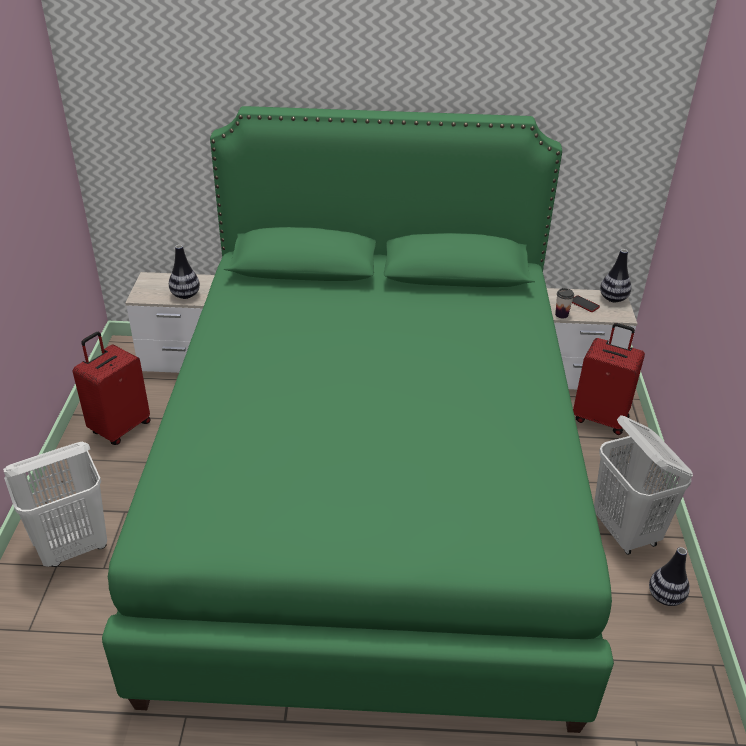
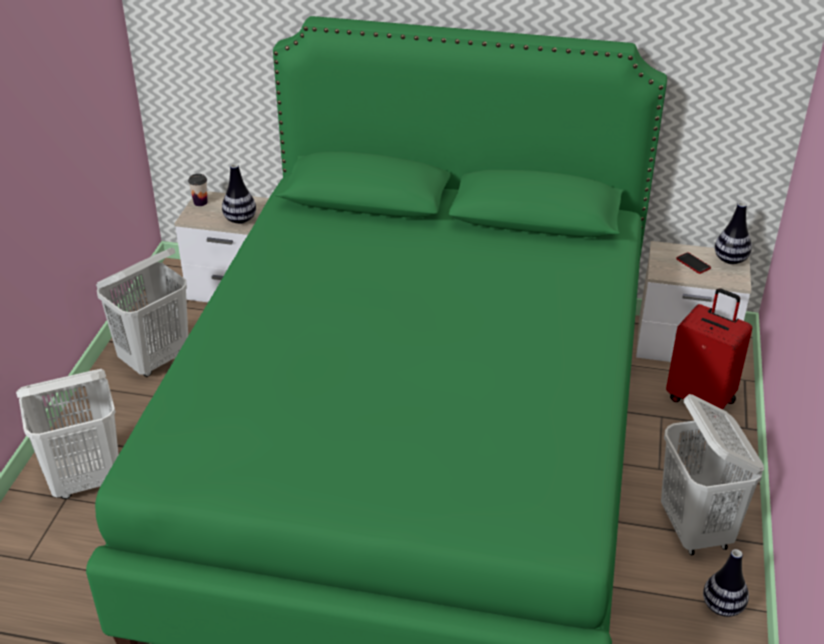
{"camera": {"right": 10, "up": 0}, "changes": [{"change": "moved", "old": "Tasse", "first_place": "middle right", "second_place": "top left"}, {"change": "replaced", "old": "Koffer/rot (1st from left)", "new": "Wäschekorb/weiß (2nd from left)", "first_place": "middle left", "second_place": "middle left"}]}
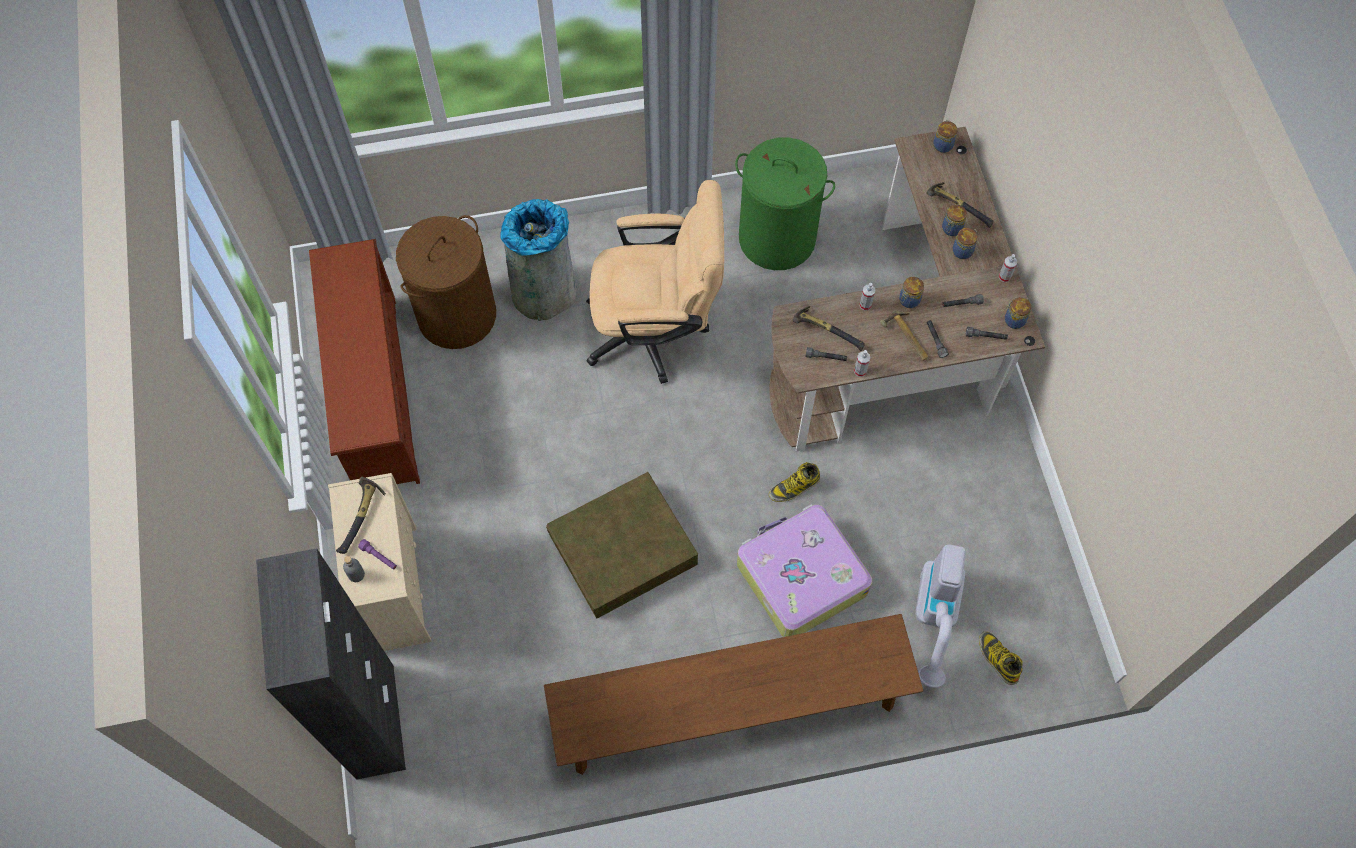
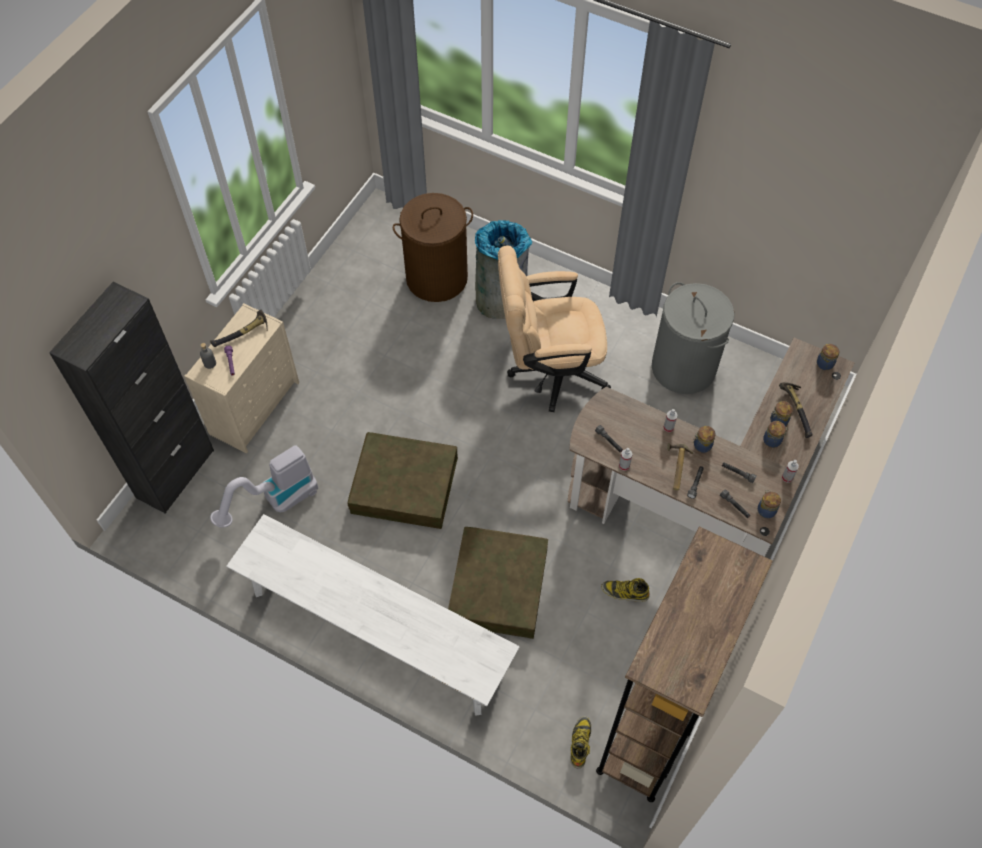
{"camera": {"right": 40, "up": -5}, "changes": [{"change": "recoloured", "old": "Wäschekorb/grün", "new": "Wäschekorb/grau", "first_place": "top centre", "second_place": "middle right"}, {"change": "turned", "old": "Bürostuhl/beige", "first_place": "top centre", "second_place": "centre", "degrees": 135}, {"change": "removed", "old": "Schuhregal/braun", "first_place": "middle left"}, {"change": "removed", "old": "Hammer (2nd from left)", "first_place": "centre"}, {"change": "moved", "old": "Stiefel (1st from left in the first image)", "new": "Stiefel (2nd from left)", "first_place": "centre", "second_place": "bottom centre"}, {"change": "replaced", "old": "Koffer", "new": "Aufbewahrungsbox/braun (2nd from left)", "first_place": "bottom centre", "second_place": "bottom centre"}, {"change": "moved", "old": "Staubsauger", "first_place": "bottom right", "second_place": "middle left"}, {"change": "recoloured", "old": "Bank/braun", "new": "Bank/weiß", "first_place": "bottom centre", "second_place": "bottom centre"}, {"change": "added", "new": "Bücherregal/braun", "second_place": "bottom right"}]}
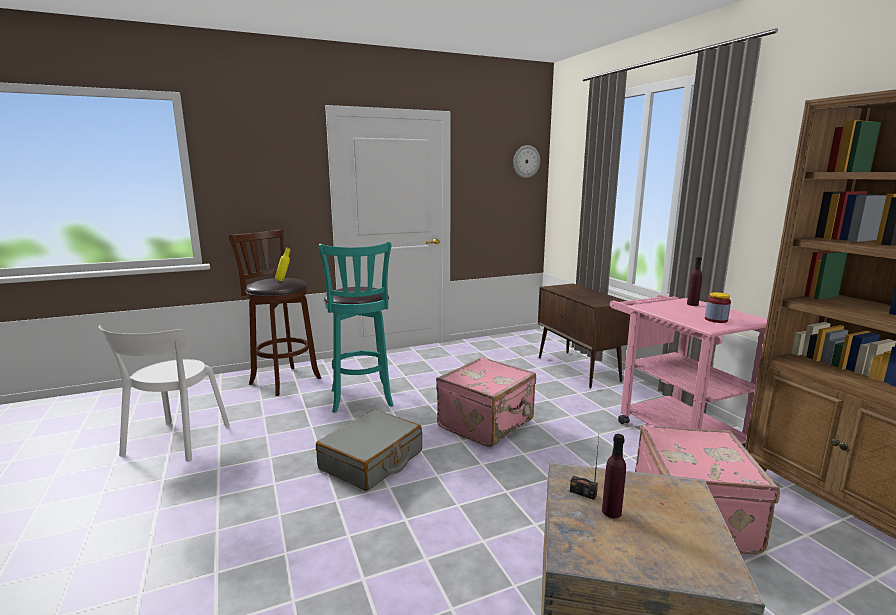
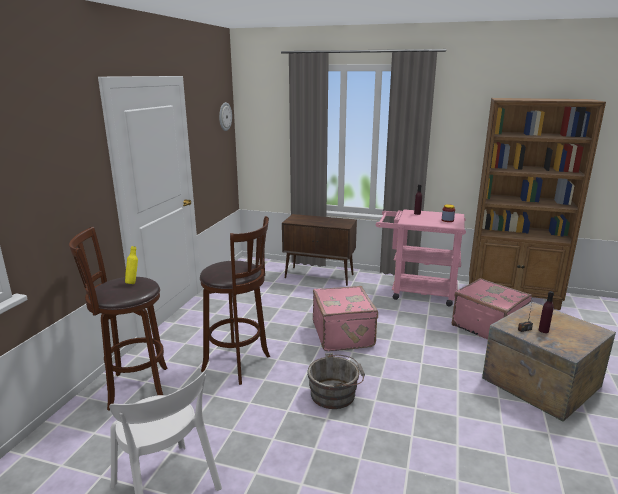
{"camera": {"right": -50, "up": 5}, "changes": [{"change": "recoloured", "old": "Hocker/türkis", "new": "Hocker/braun (2nd from left)", "first_place": "centre", "second_place": "centre"}, {"change": "replaced", "old": "Koffer/grau", "new": "Eimer/grau", "first_place": "bottom centre", "second_place": "bottom centre"}]}
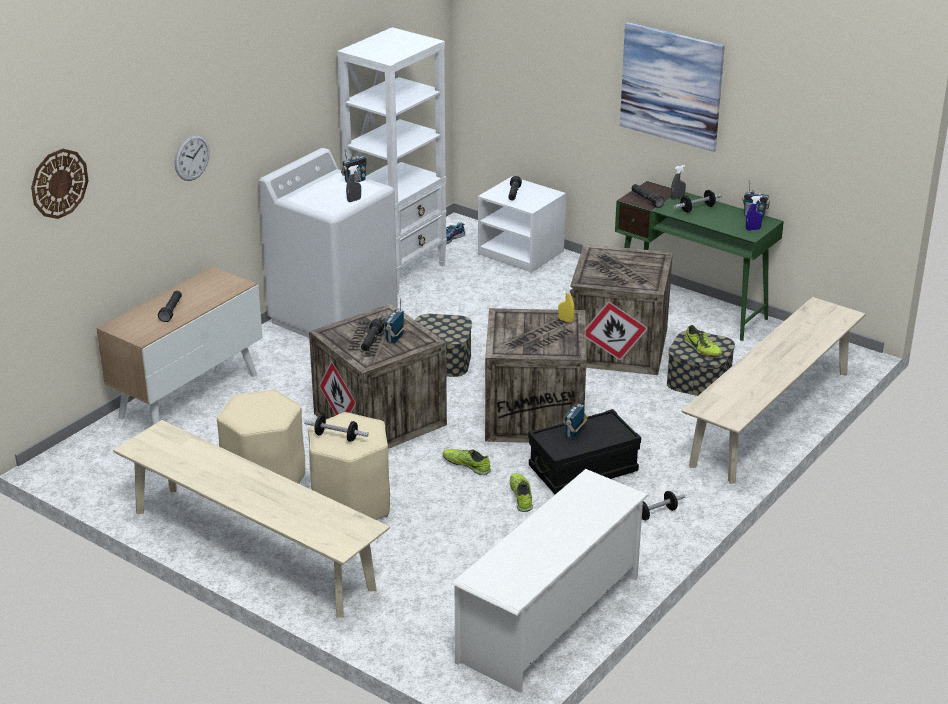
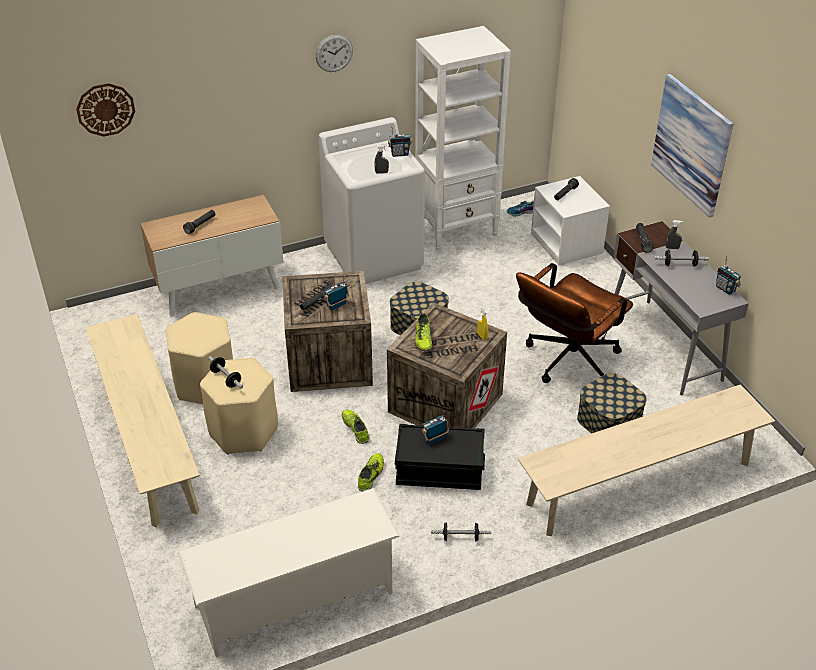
{"camera": {"right": 30, "up": 10}, "changes": [{"change": "moved", "old": "Wanduhr (2nd from left)", "first_place": "top left", "second_place": "top centre"}, {"change": "recoloured", "old": "Schreibtisch/grün", "new": "Schreibtisch/grau", "first_place": "middle right", "second_place": "middle right"}, {"change": "removed", "old": "Sprühflasche/blau", "first_place": "top right"}, {"change": "replaced", "old": "Kiste (3rd from left)", "new": "Bürostuhl/braun", "first_place": "centre", "second_place": "middle right"}, {"change": "moved", "old": "Schuh (4th from left in the first image)", "new": "Schuh (3rd from left)", "first_place": "middle right", "second_place": "centre"}]}
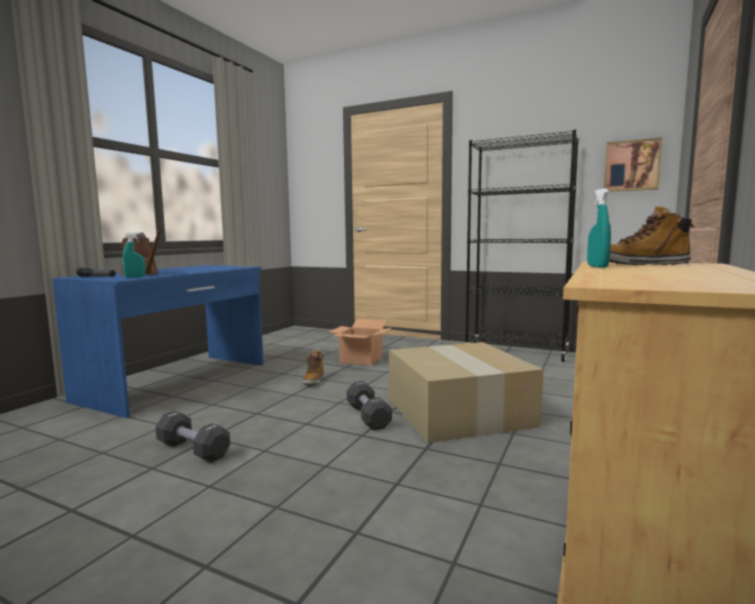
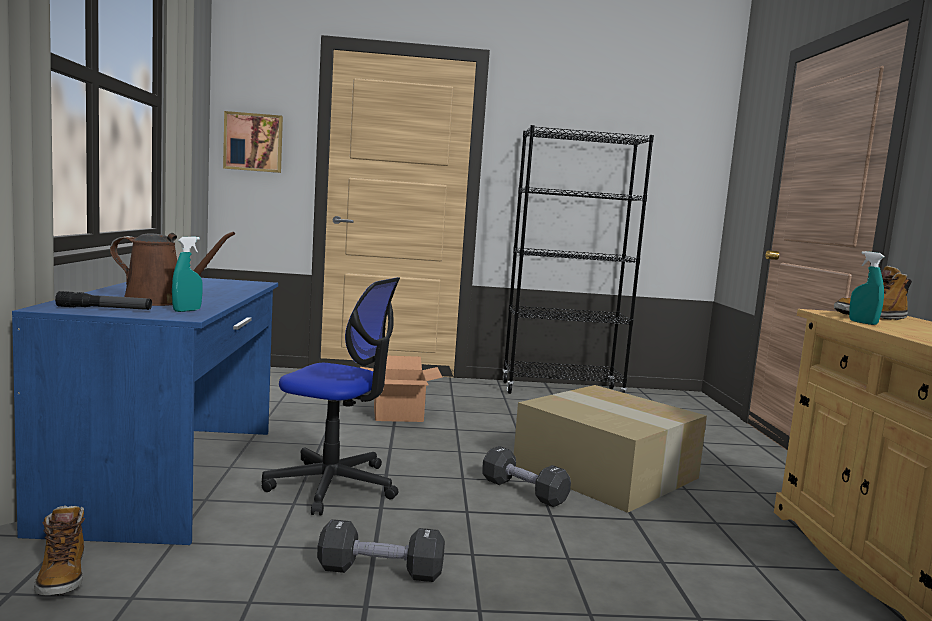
{"camera": {"right": -30, "up": 0}, "changes": [{"change": "moved", "old": "Bild", "first_place": "top right", "second_place": "top left"}, {"change": "moved", "old": "Stiefel (1st from left)", "first_place": "centre", "second_place": "bottom left"}, {"change": "added", "new": "Bürostuhl", "second_place": "centre"}]}
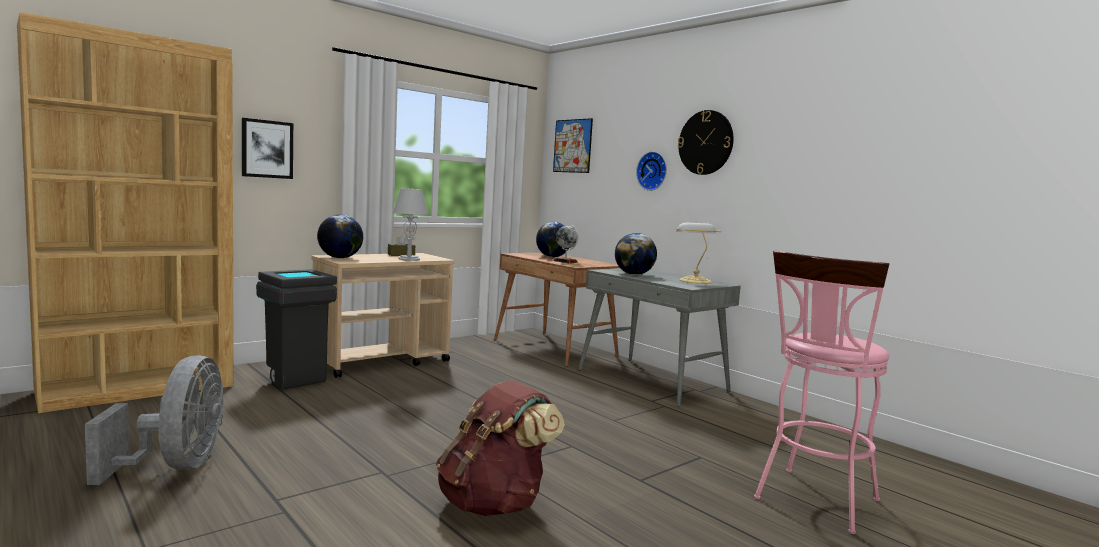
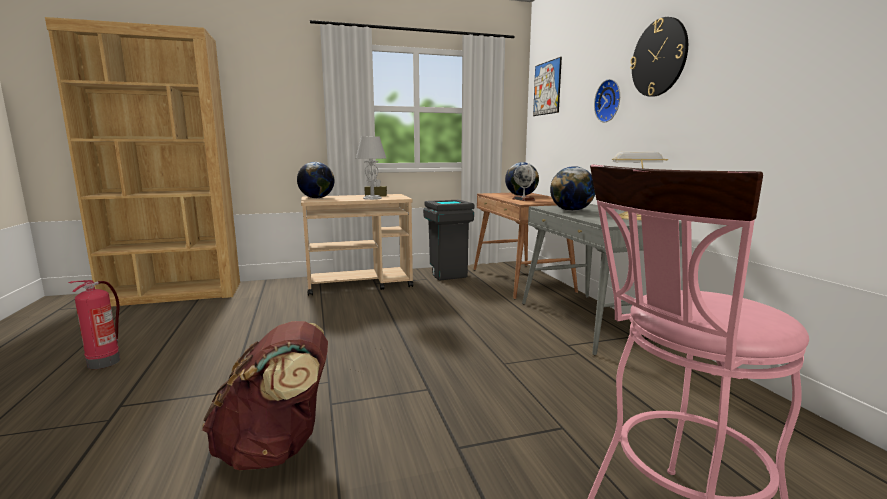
{"camera": {"right": 25, "up": 5}, "changes": [{"change": "removed", "old": "Bild (1st from left)", "first_place": "top left"}, {"change": "moved", "old": "Mülleimer/grau", "first_place": "middle left", "second_place": "centre"}, {"change": "replaced", "old": "Ventilator/grau", "new": "Feuerlöscher", "first_place": "bottom left", "second_place": "middle left"}]}
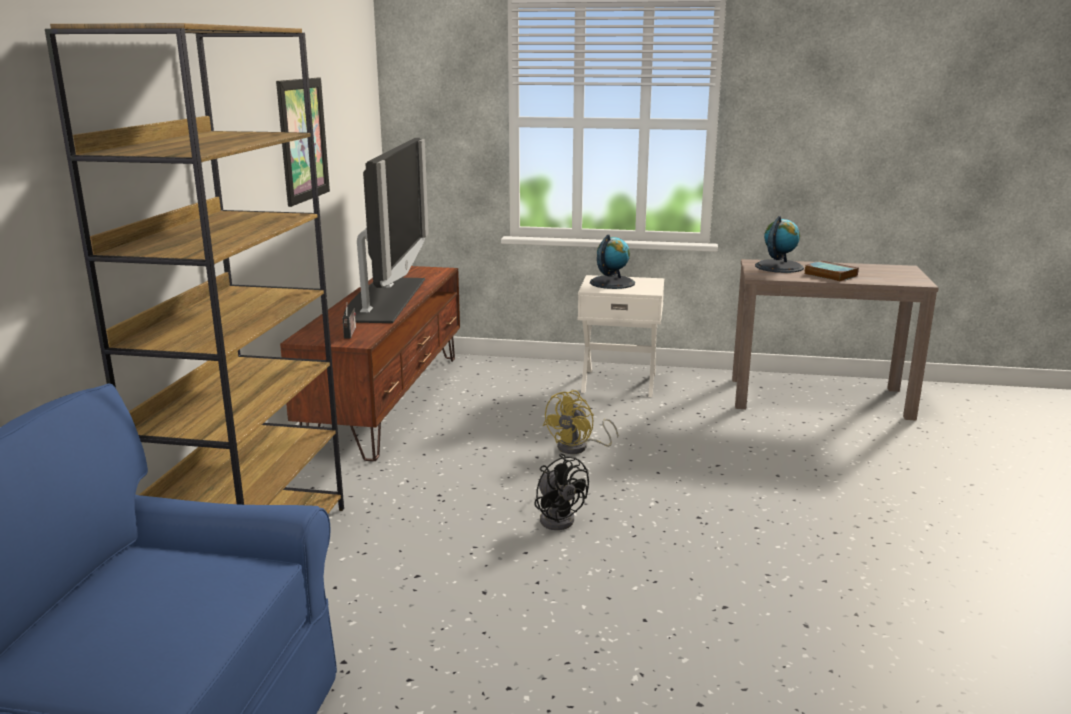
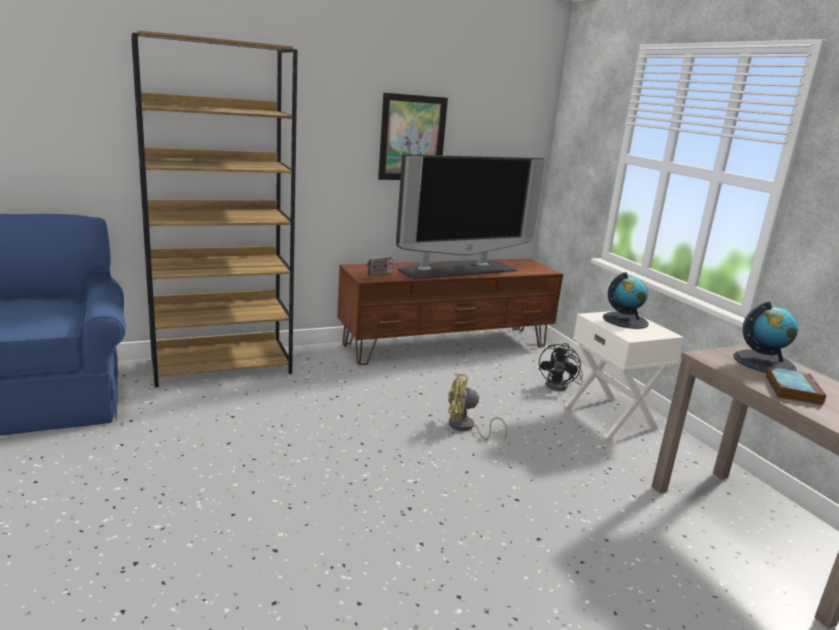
{"camera": {"right": 55, "up": 0}, "changes": [{"change": "moved", "old": "Ventilator/schwarz", "first_place": "bottom centre", "second_place": "middle right"}]}
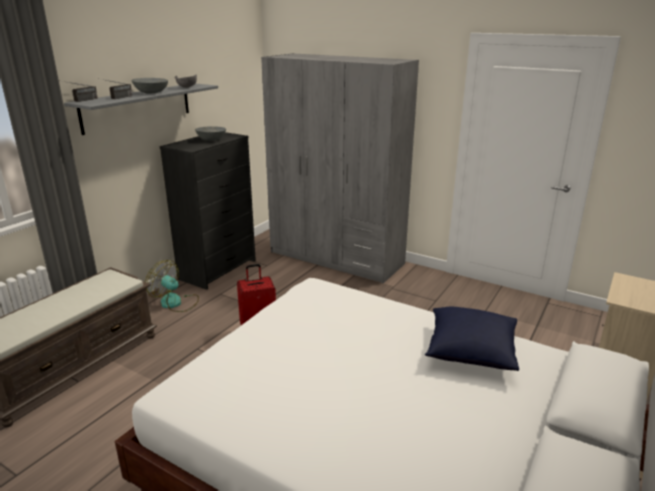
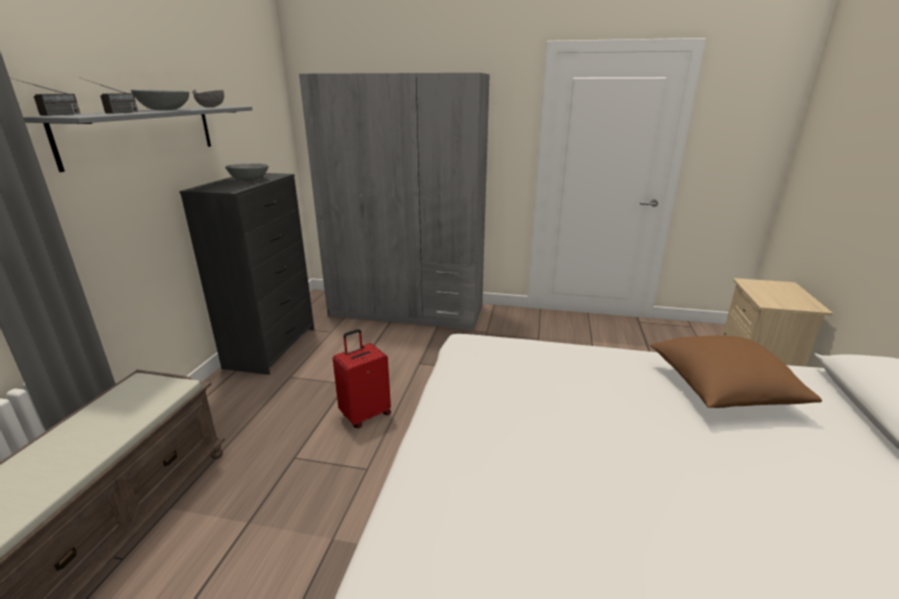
{"camera": {"right": -20, "up": 0}, "changes": [{"change": "removed", "old": "Ventilator", "first_place": "middle left"}, {"change": "recoloured", "old": "Kissen/blau", "new": "Kissen/braun", "first_place": "bottom right", "second_place": "middle right"}]}
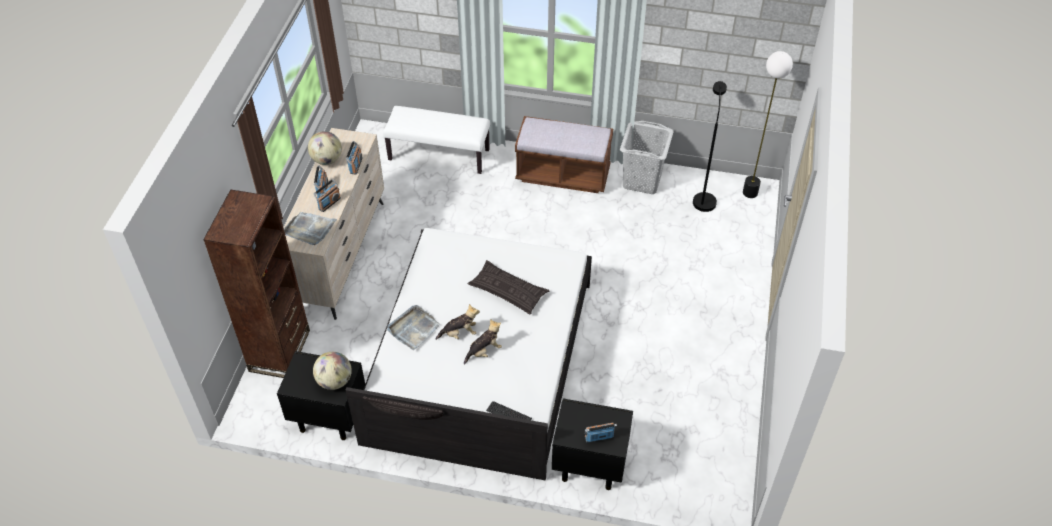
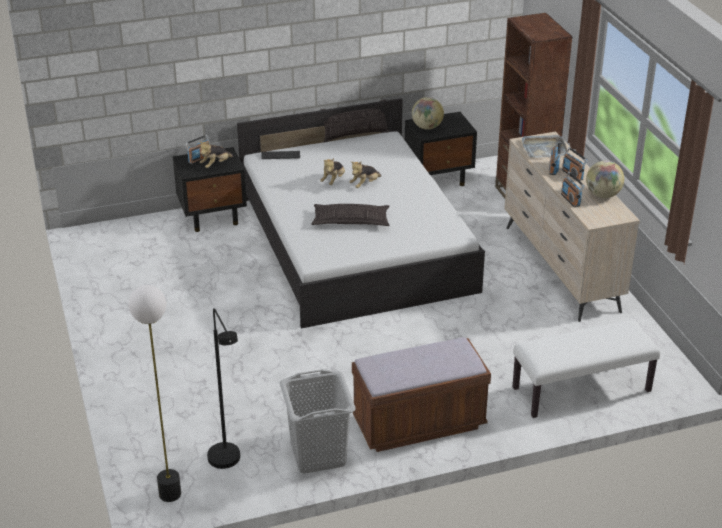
{"camera": {"right": 150, "up": -15}, "changes": [{"change": "removed", "old": "Tablett/grau (2nd from left)", "first_place": "centre"}, {"change": "added", "new": "Plüschtier (1st from left)", "second_place": "top left"}]}
